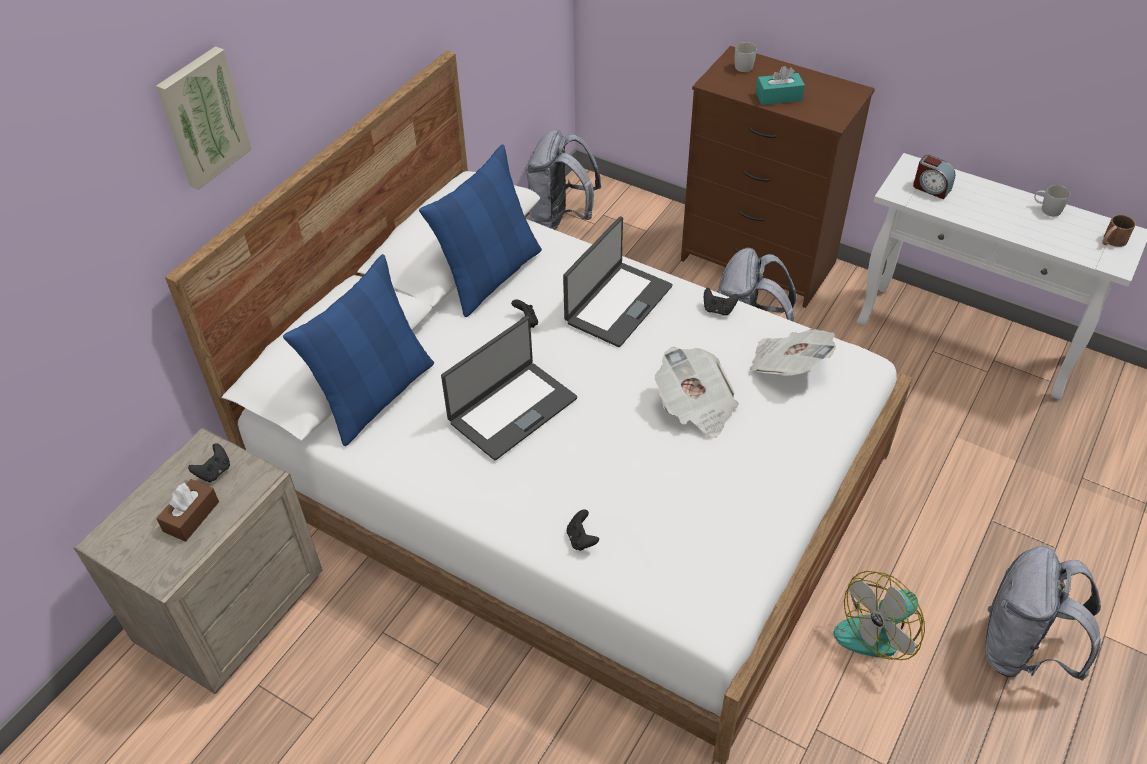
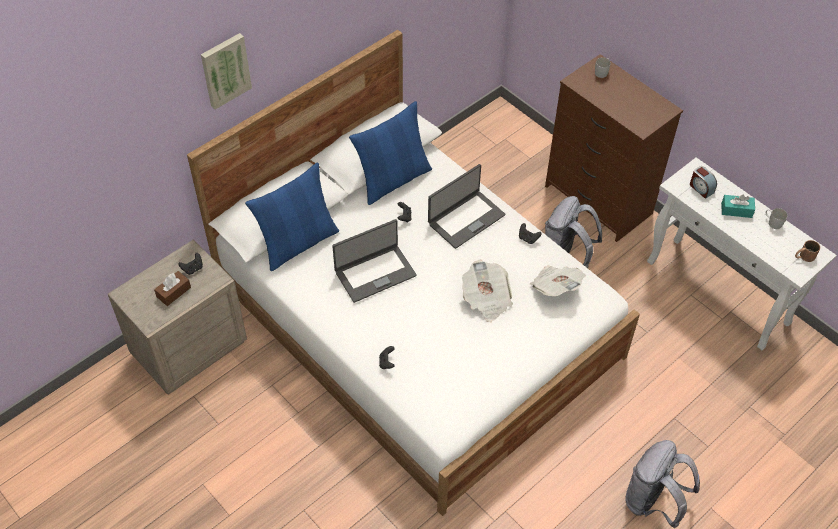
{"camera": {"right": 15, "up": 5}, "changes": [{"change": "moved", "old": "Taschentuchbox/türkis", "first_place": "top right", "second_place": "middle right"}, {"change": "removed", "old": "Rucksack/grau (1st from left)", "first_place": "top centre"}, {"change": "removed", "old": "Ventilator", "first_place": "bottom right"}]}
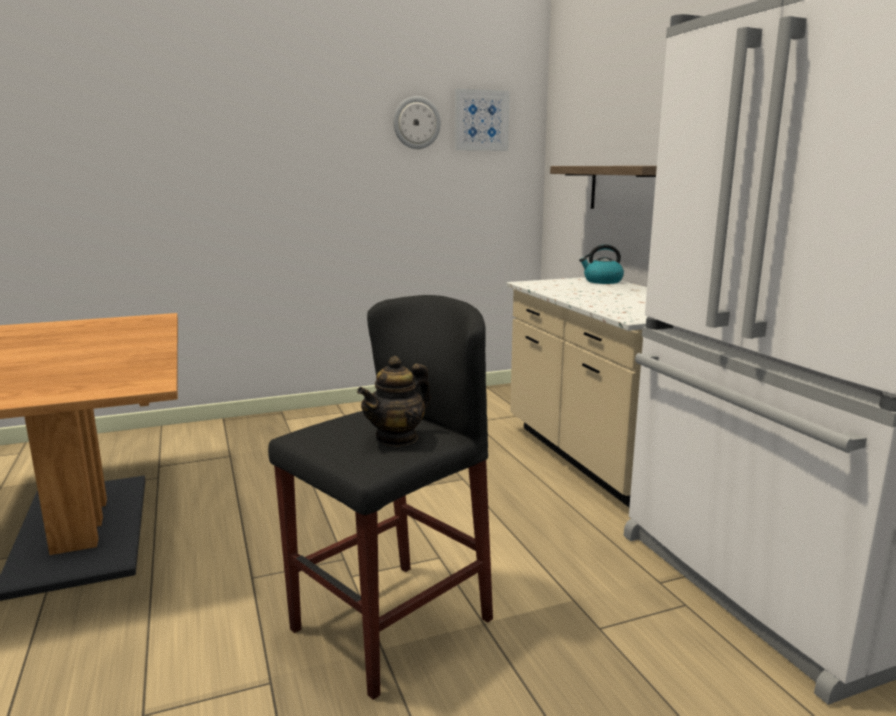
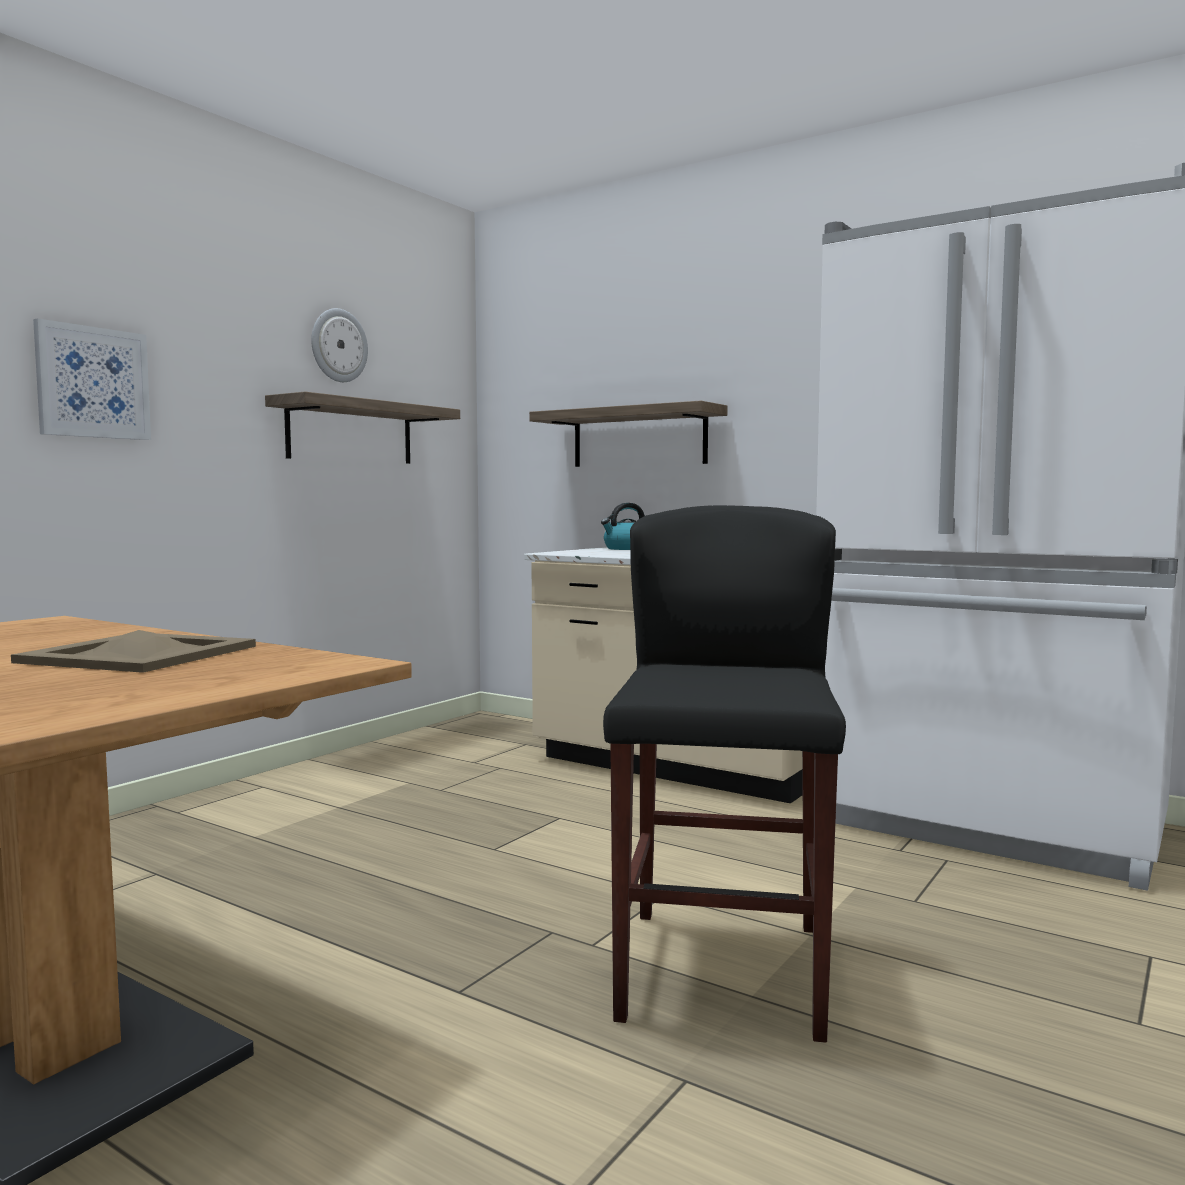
{"camera": {"right": -35, "up": -10}, "changes": [{"change": "moved", "old": "Bild", "first_place": "top centre", "second_place": "top left"}, {"change": "removed", "old": "Teekanne", "first_place": "centre"}, {"change": "added", "new": "Wandregal (1st from left)", "second_place": "middle left"}, {"change": "added", "new": "Tablett/beige", "second_place": "middle left"}]}
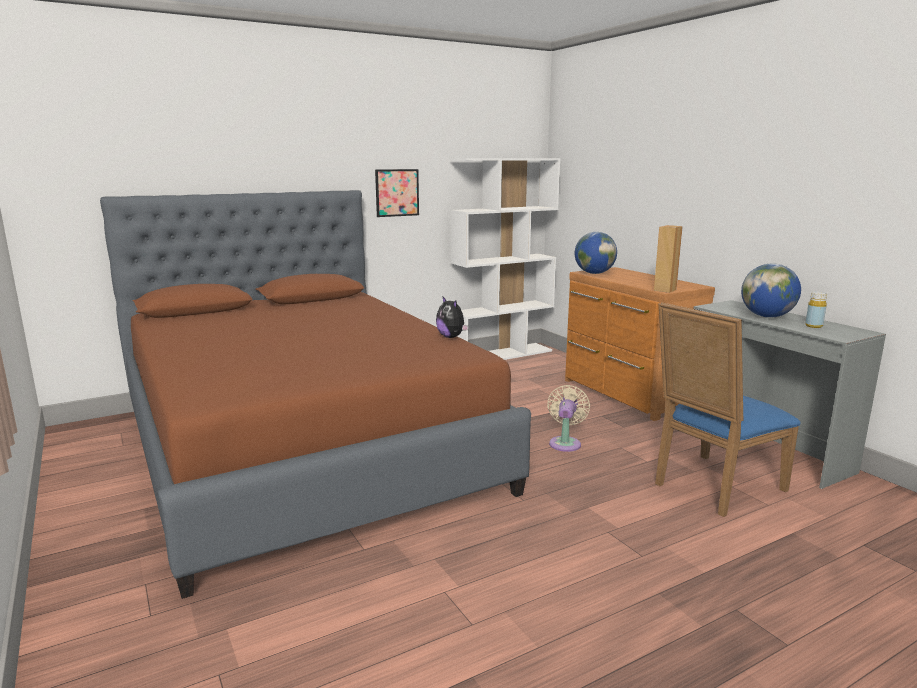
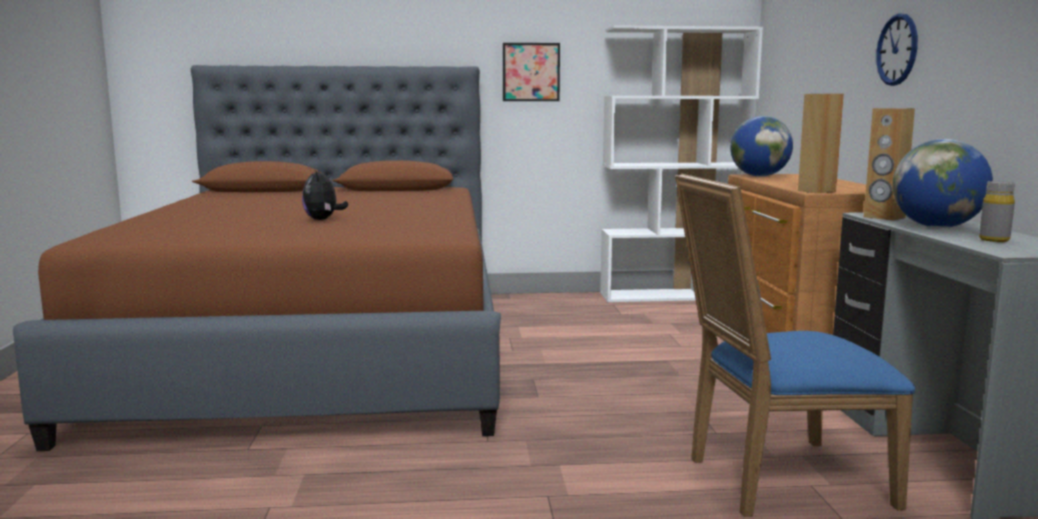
{"camera": {"right": 25, "up": -5}, "changes": [{"change": "recoloured", "old": "Flasche/gelb", "new": "Flasche/grau", "first_place": "middle right", "second_place": "middle right"}, {"change": "moved", "old": "Plüschtier", "first_place": "centre", "second_place": "middle left"}, {"change": "removed", "old": "Ventilator/beige", "first_place": "centre"}, {"change": "added", "new": "Wanduhr", "second_place": "top right"}, {"change": "added", "new": "Lautsprecher/braun (2nd from left)", "second_place": "top right"}]}
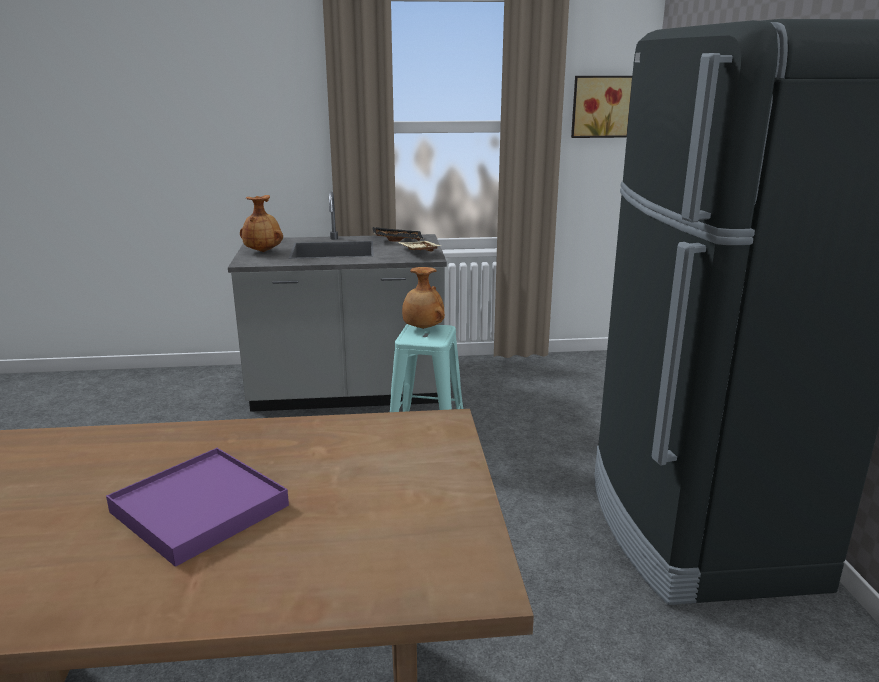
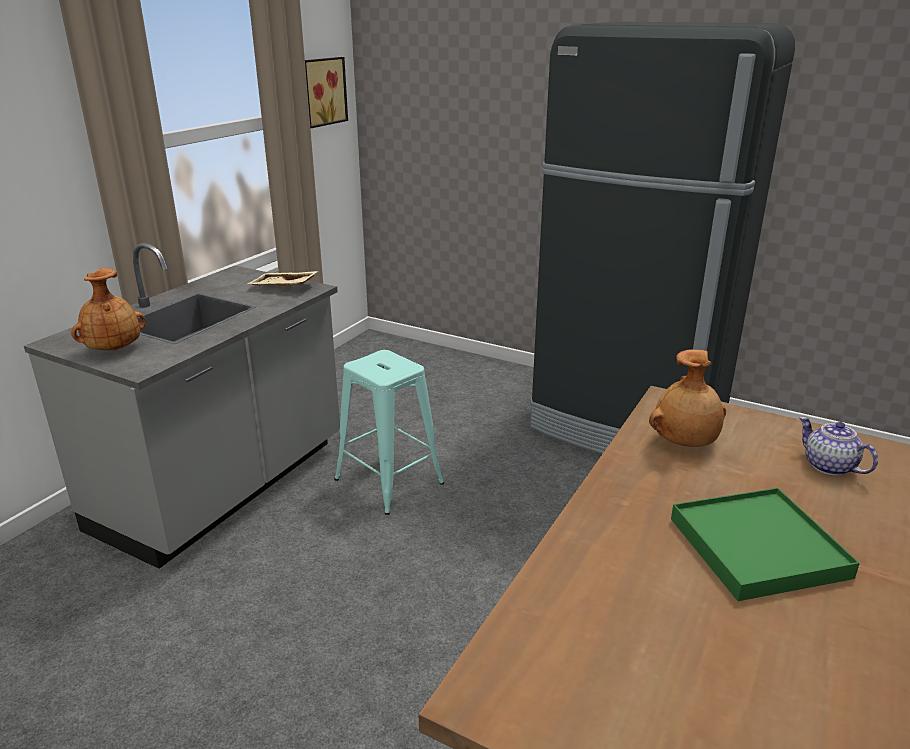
{"camera": {"right": -55, "up": 5}, "changes": [{"change": "removed", "old": "Tablett/schwarz", "first_place": "centre"}, {"change": "moved", "old": "Vase/braun (2nd from left)", "first_place": "centre", "second_place": "middle right"}, {"change": "recoloured", "old": "Tablett/lila", "new": "Tablett/grün", "first_place": "bottom left", "second_place": "bottom right"}, {"change": "added", "new": "Teekanne", "second_place": "middle right"}]}
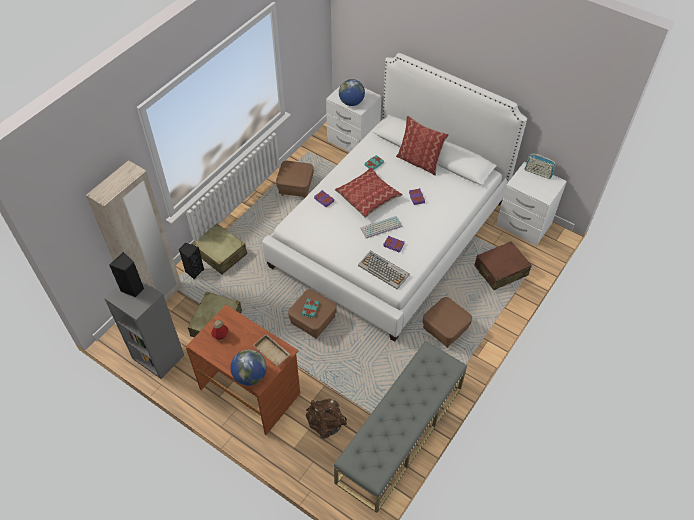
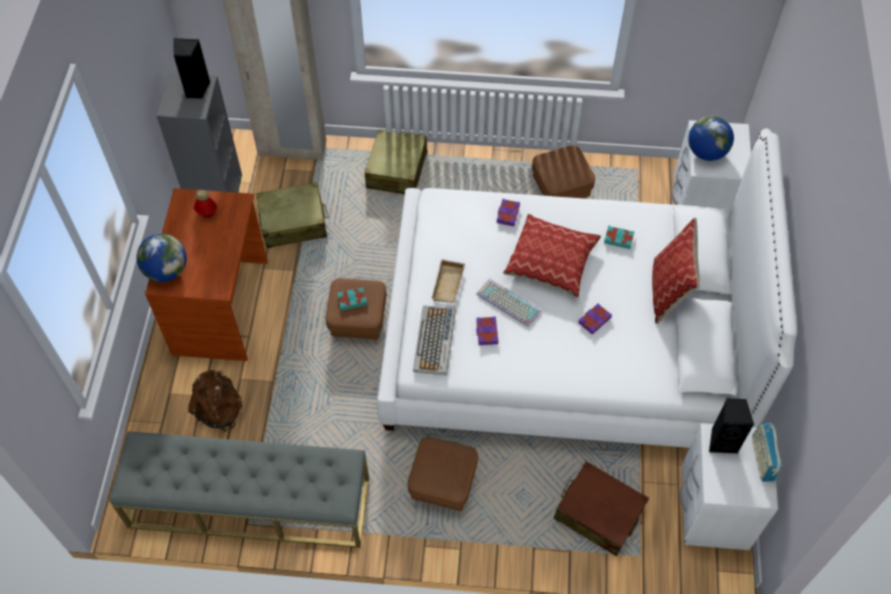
{"camera": {"right": 60, "up": 5}, "changes": [{"change": "moved", "old": "Lautsprecher/schwarz (2nd from left)", "first_place": "middle left", "second_place": "bottom right"}, {"change": "moved", "old": "Tablett/beige", "first_place": "bottom centre", "second_place": "centre"}]}
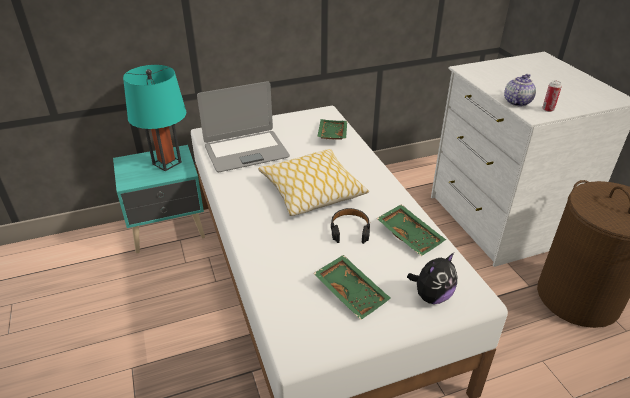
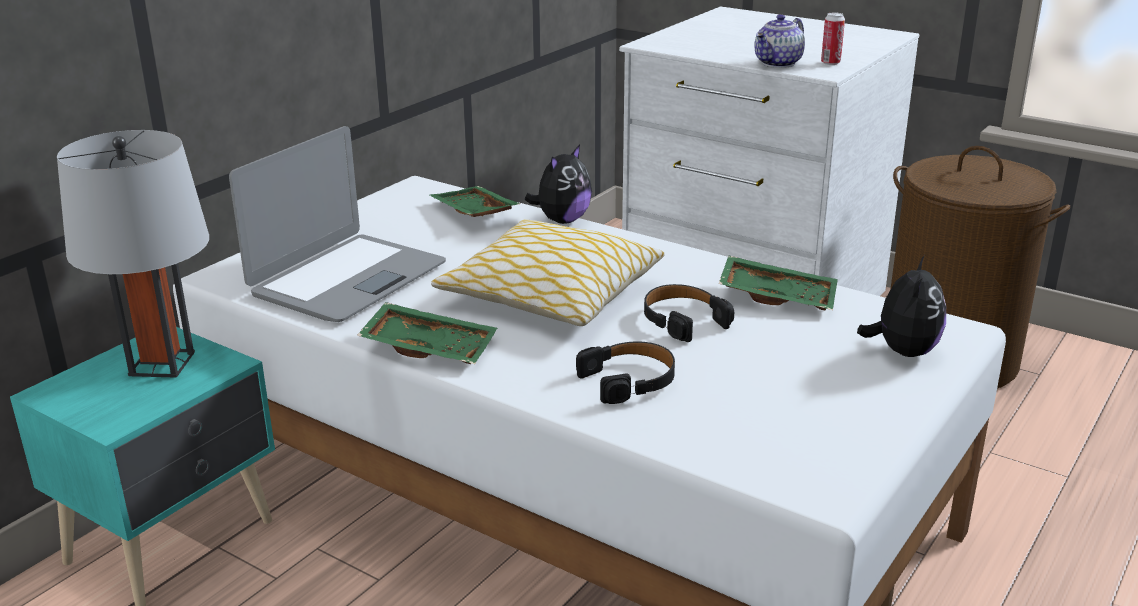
{"camera": {"right": -35, "up": -10}, "changes": [{"change": "recoloured", "old": "Tischlampe/türkis", "new": "Tischlampe/grau", "first_place": "top left", "second_place": "middle left"}, {"change": "turned", "old": "Teekanne", "first_place": "top right", "second_place": "top right", "degrees": -135}, {"change": "moved", "old": "Tablett/grün (2nd from left in the first image)", "new": "Tablett/grün (1st from left)", "first_place": "bottom centre", "second_place": "centre"}, {"change": "added", "new": "Plüschtier (1st from left)", "second_place": "top centre"}, {"change": "added", "new": "Kopfhörer/schwarz (1st from left)", "second_place": "centre"}]}
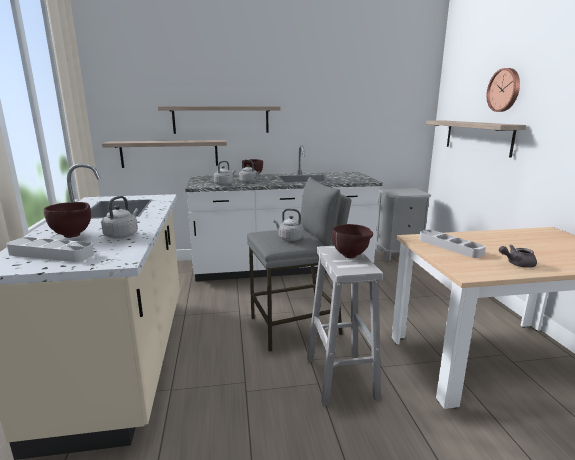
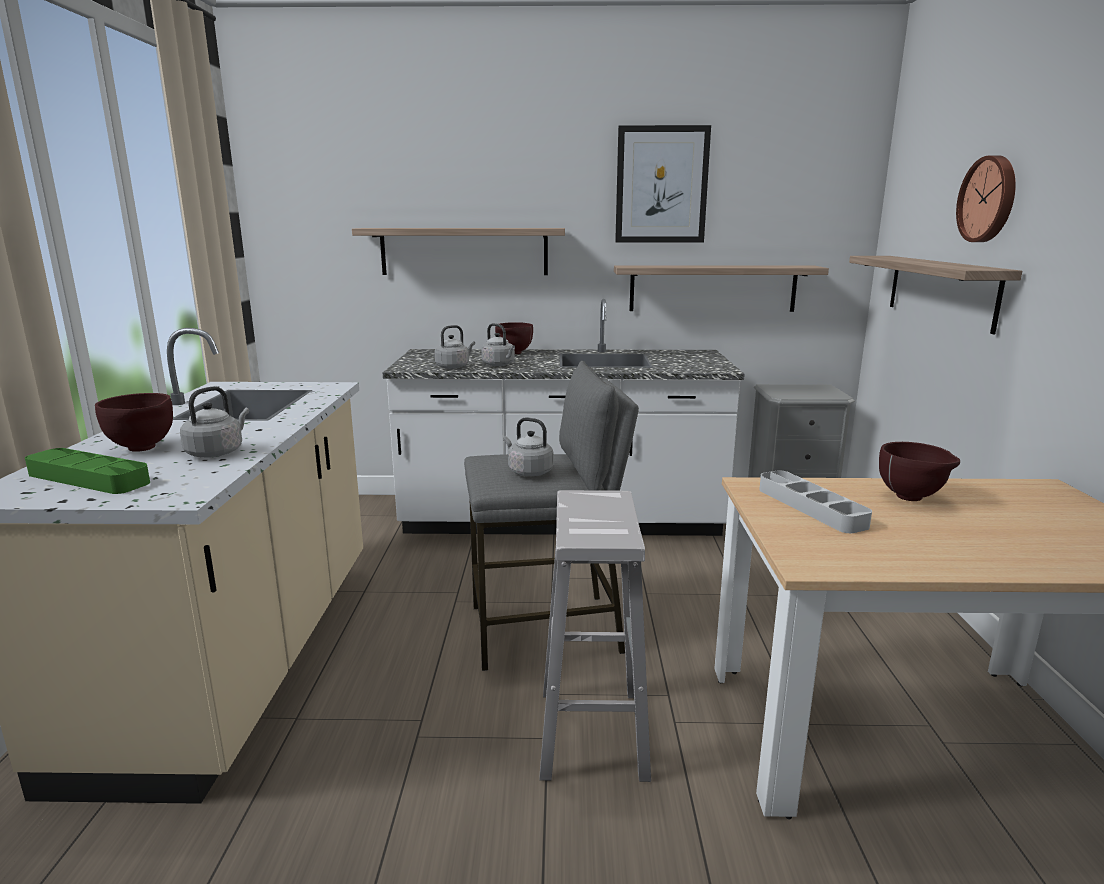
{"camera": {"right": 10, "up": 0}, "changes": [{"change": "moved", "old": "Wandregal (1st from left in the first image)", "new": "Wandregal (2nd from left)", "first_place": "middle left", "second_place": "top centre"}, {"change": "moved", "old": "Schüssel/braun (3rd from left)", "first_place": "centre", "second_place": "middle right"}, {"change": "recoloured", "old": "Tablett/grau (1st from left)", "new": "Tablett/grün", "first_place": "middle left", "second_place": "middle left"}, {"change": "removed", "old": "Teekanne/grau", "first_place": "middle right"}, {"change": "added", "new": "Bild", "second_place": "top centre"}]}
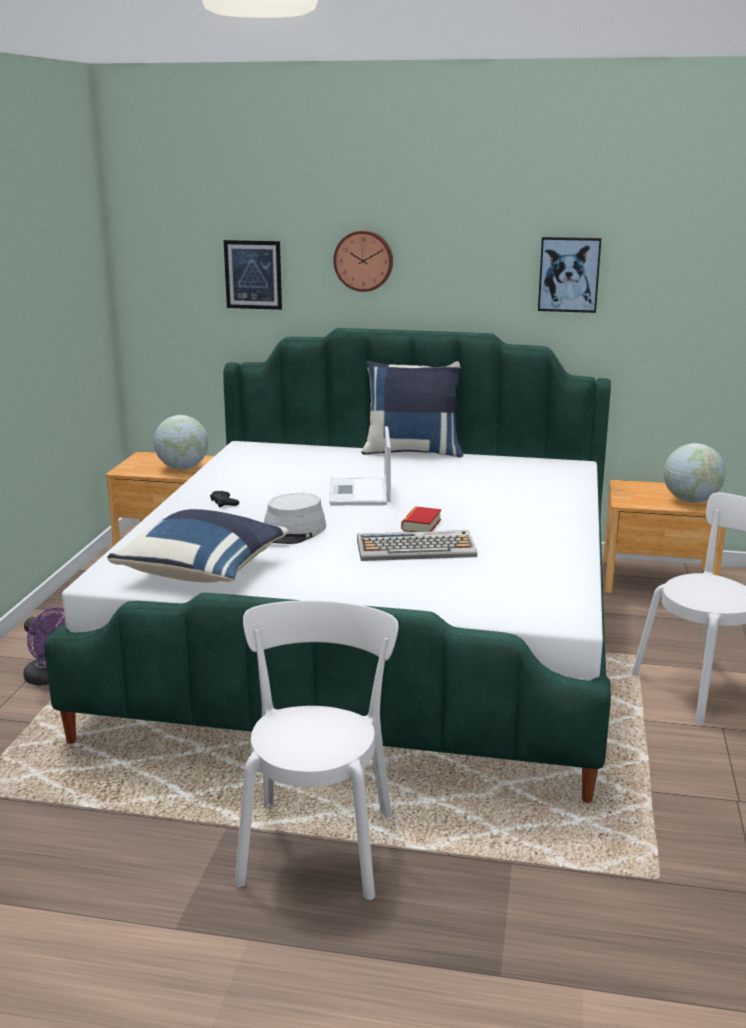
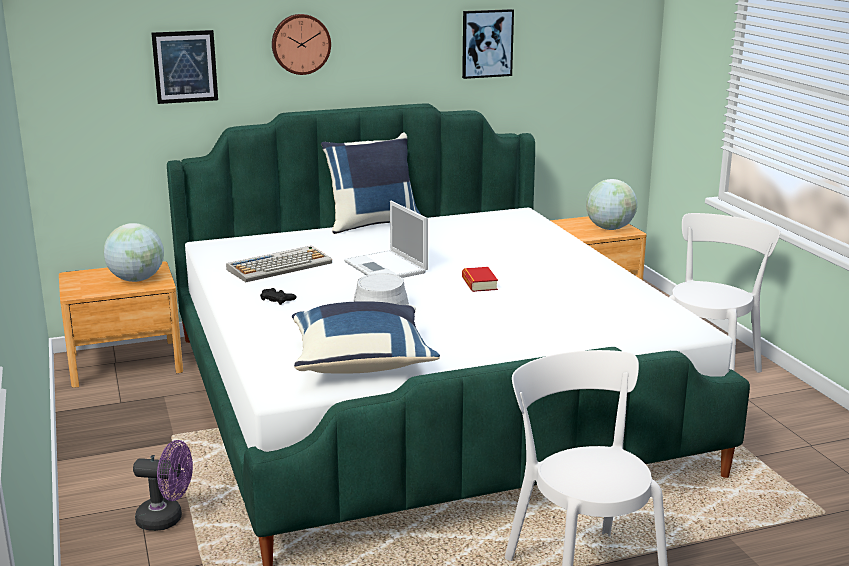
{"camera": {"right": -30, "up": 0}, "changes": [{"change": "moved", "old": "Tastatur", "first_place": "centre", "second_place": "middle left"}]}
